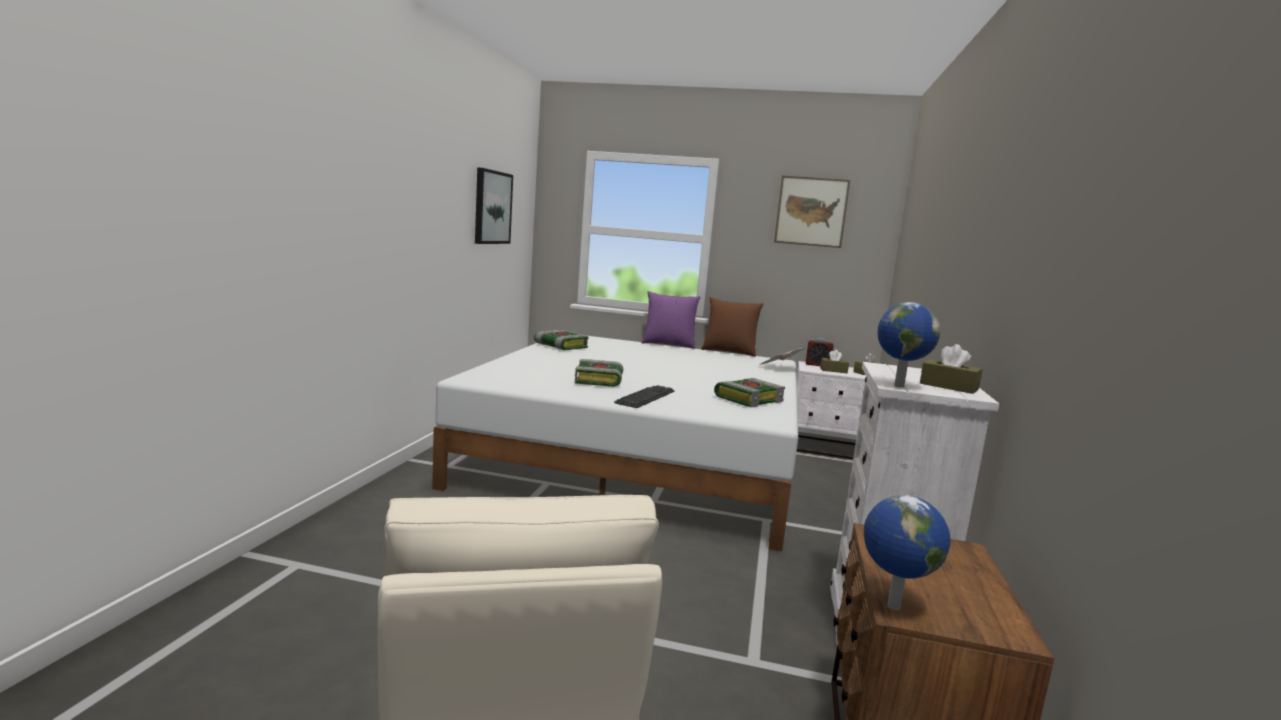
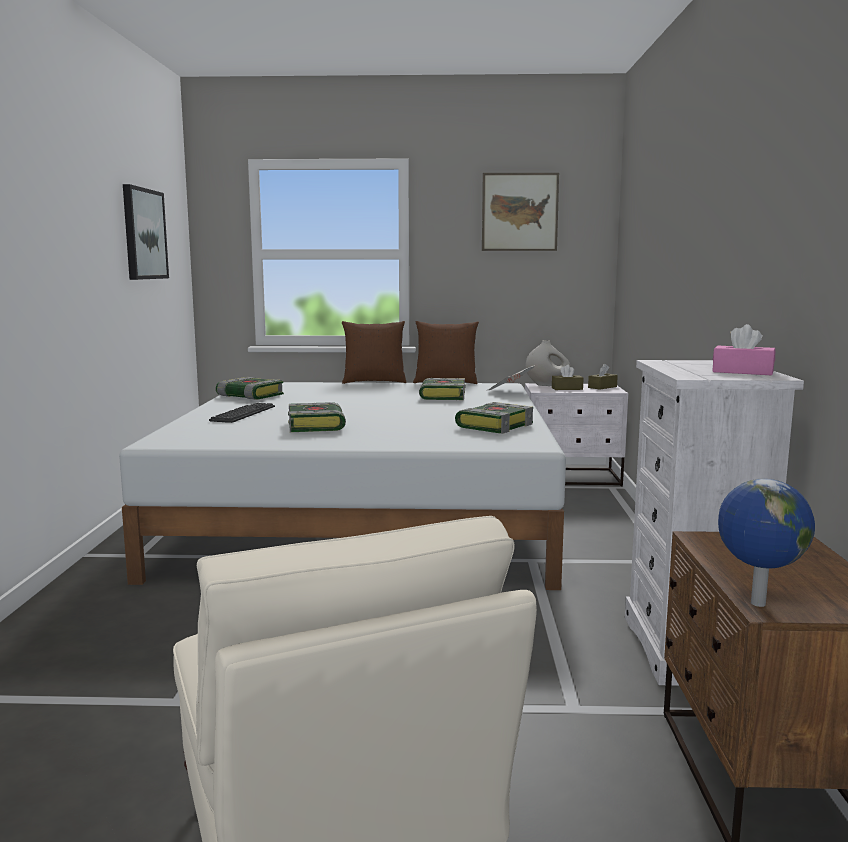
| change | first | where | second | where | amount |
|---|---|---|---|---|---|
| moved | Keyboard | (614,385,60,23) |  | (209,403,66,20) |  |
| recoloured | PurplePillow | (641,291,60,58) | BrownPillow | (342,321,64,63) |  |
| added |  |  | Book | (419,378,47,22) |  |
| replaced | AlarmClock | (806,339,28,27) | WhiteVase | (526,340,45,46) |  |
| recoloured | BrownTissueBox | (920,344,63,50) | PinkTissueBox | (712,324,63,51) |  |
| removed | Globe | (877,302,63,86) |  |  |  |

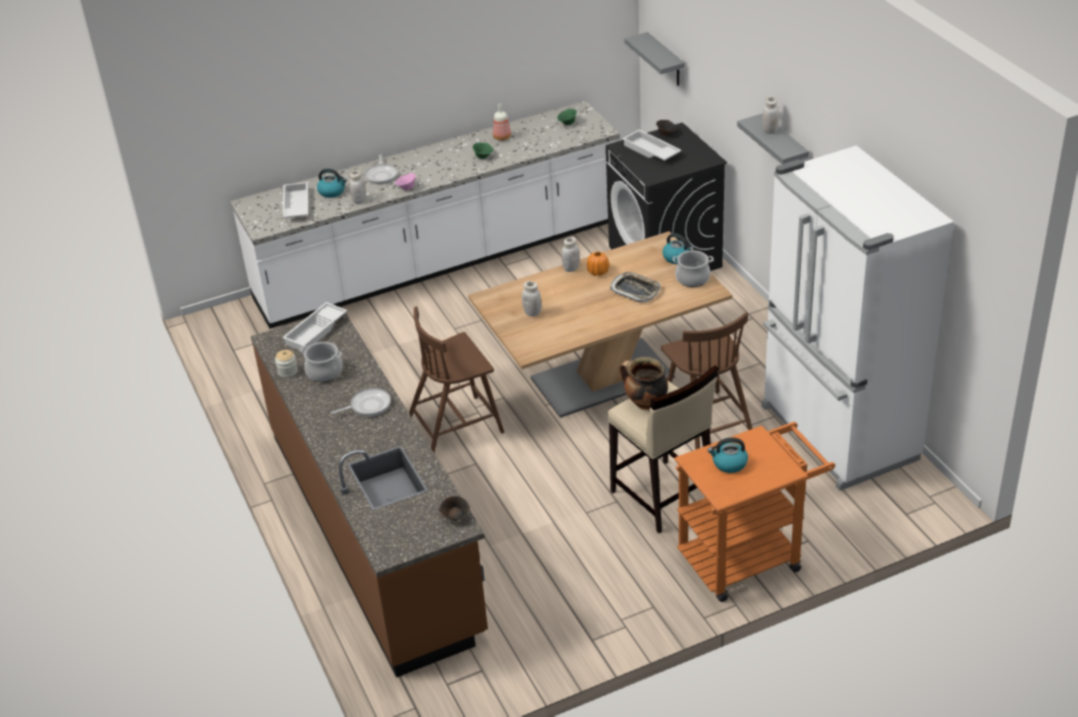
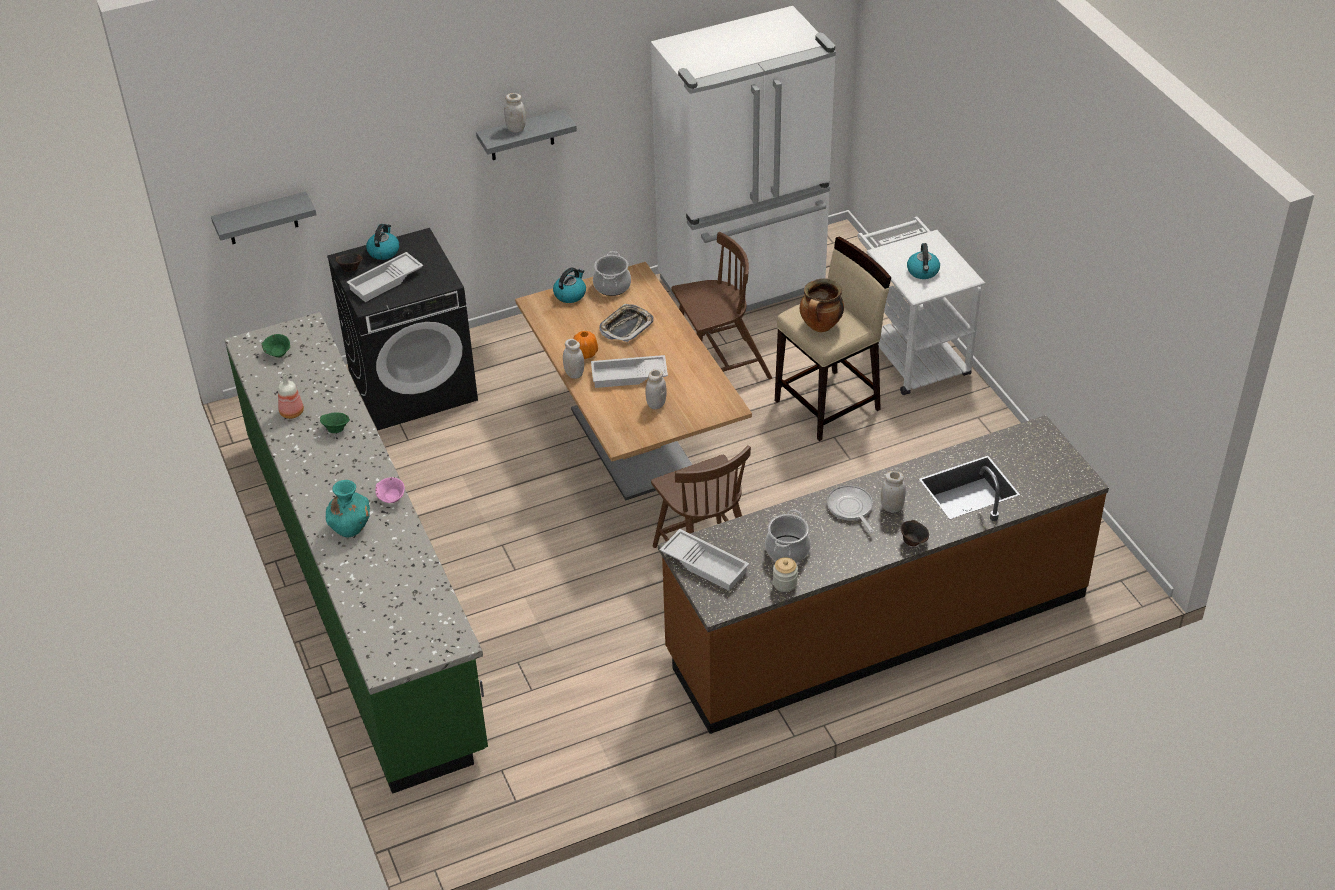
| change | first | where | second | where | amount |
|---|---|---|---|---|---|
| recoloured | WhiteCounter | (230,101,390,228) | GreenCounter | (224,312,264,482) |  |
| replaced | FryingPan | (365,154,33,30) | TurquoiseVase | (326,480,44,57) |  |
| moved | Kettle | (317,169,30,29) |  | (366,224,33,36) |  |
| moved | WhiteTray | (283,182,25,36) |  | (591,355,77,33) |  |
| recoloured | OrangeCart | (674,422,161,180) | WhiteCart | (858,216,127,179) |  |
| moved | WhiteJar | (350,170,16,34) |  | (881,471,25,42) |  |
| moved | BrownBowl | (439,496,31,25) |  | (900,520,29,27) |  |

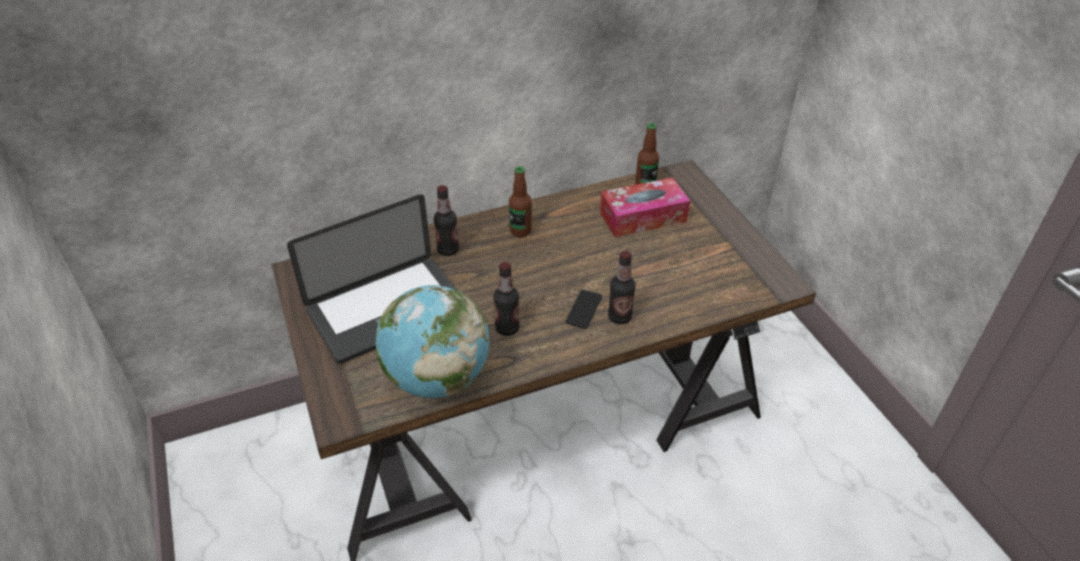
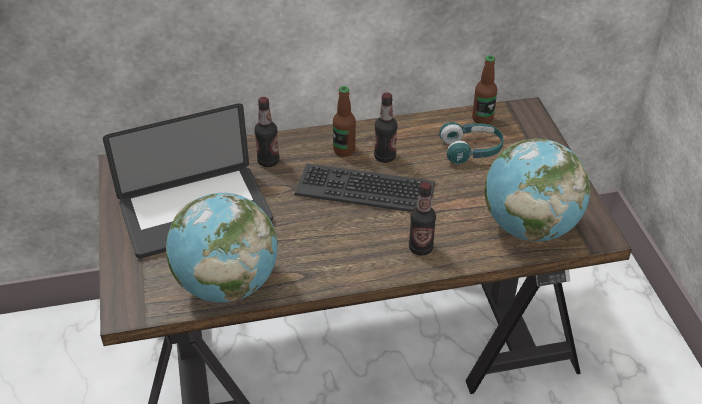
| change | first | where | second | where | amount |
|---|---|---|---|---|---|
| added |  |  | Keyboard | (294,163,141,49) |  |
| moved | Bottle | (493,262,27,74) |  | (374,92,23,71) |  |
| replaced | TissueBox | (600,177,90,60) | TurquoiseHeadphones | (439,122,65,42) |  |
| added |  |  | Globe | (484,139,106,102) |  |
| removed | Phone | (565,290,37,39) |  |  |  |

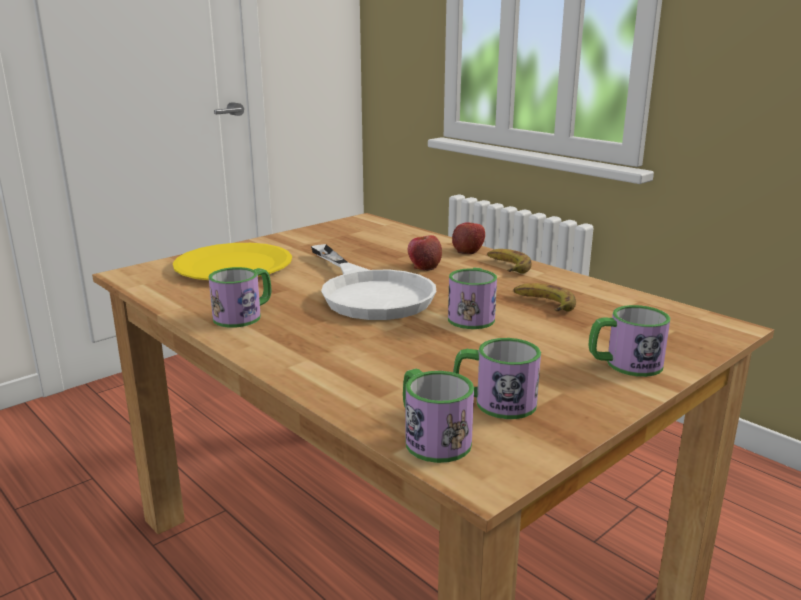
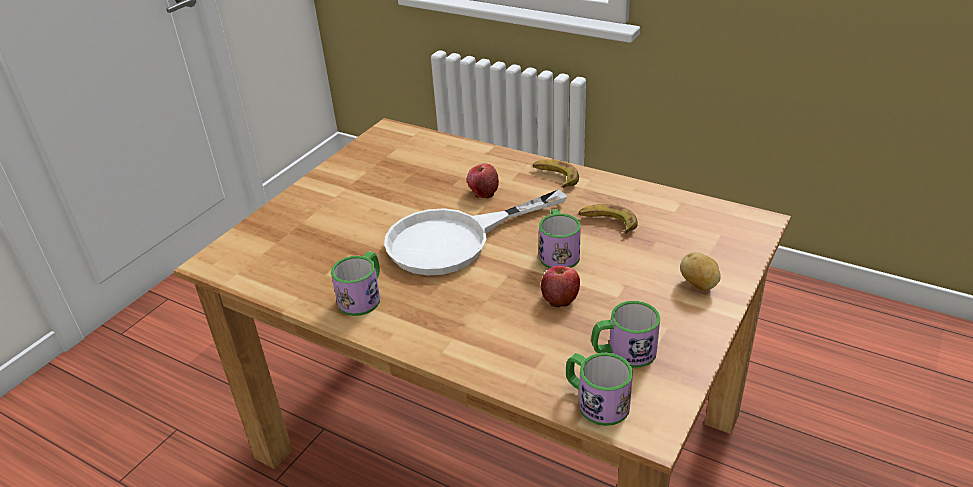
| change | first | where | second | where | amount |
|---|---|---|---|---|---|
| turned | WhiteFryingPan | (311,244,125,76) |  | (384,190,183,85) | 105 degrees clockwise |
| moved | Apple | (452,222,33,32) |  | (541,266,39,41) |  |
| replaced | Mug | (589,305,81,72) | Potato | (680,252,41,39) |  |
| removed | YellowPlate | (173,243,119,37) |  |  |  |

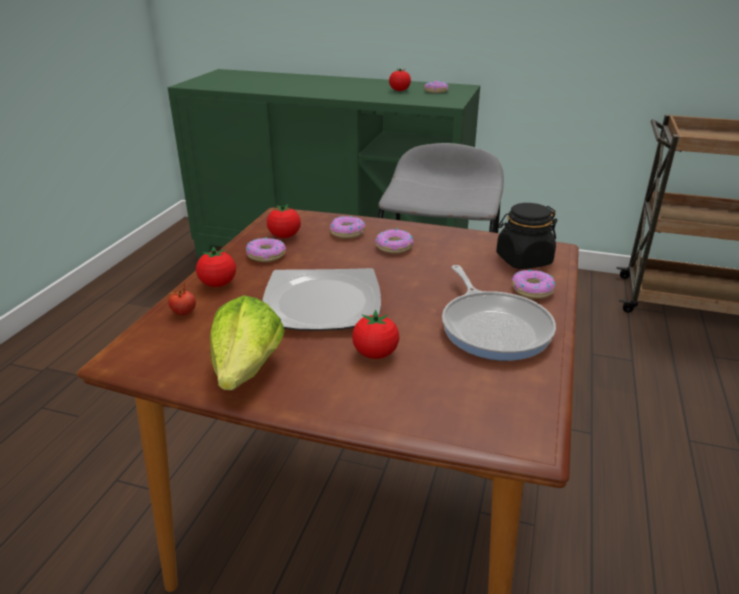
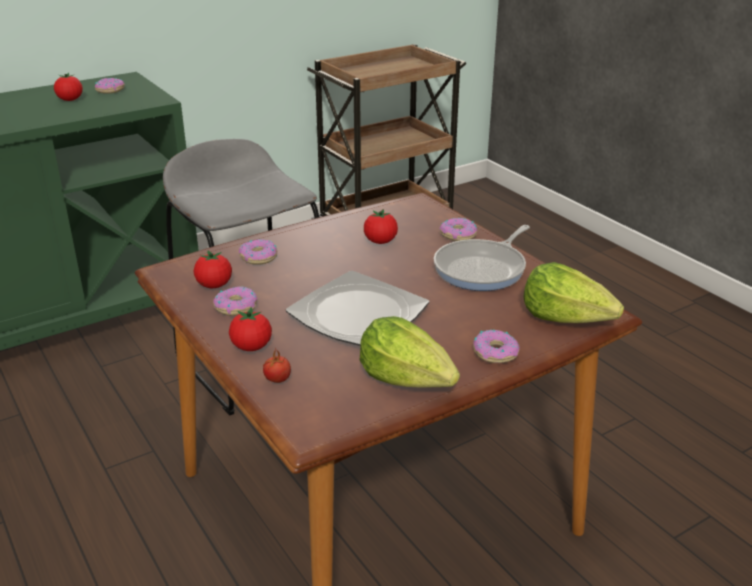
| change | first | where | second | where | amount |
|---|---|---|---|---|---|
| moved | Tomato | (352,310,47,49) |  | (364,209,34,35) |  |
| turned | FryingPan | (442,265,114,96) |  | (434,225,96,66) | 105 degrees clockwise |
| moved | Donut | (375,229,38,25) |  | (473,329,47,34) |  |
| added |  |  | Lettuce | (523,262,101,61) |  |
| removed | BlackJar | (496,203,61,66) |  |  |  |

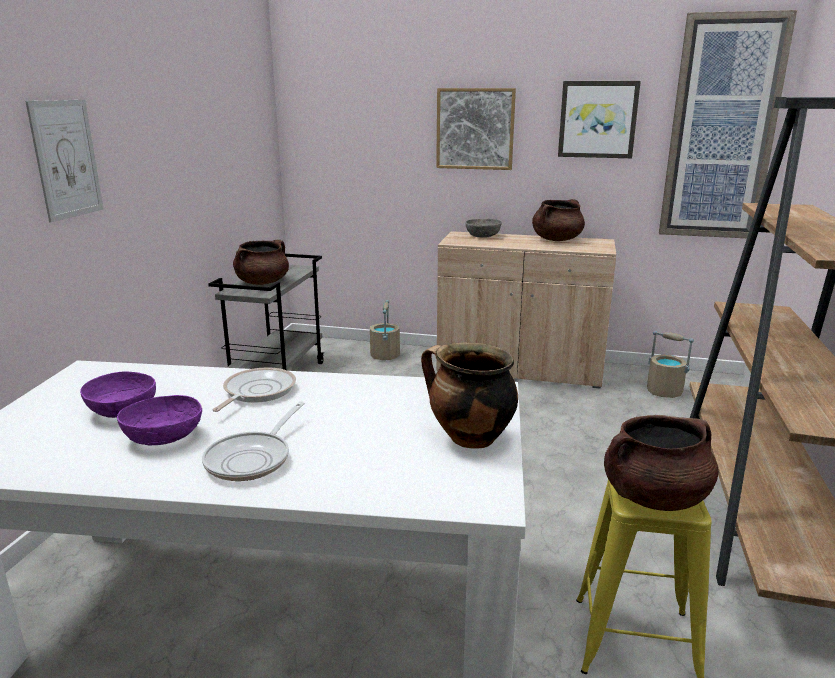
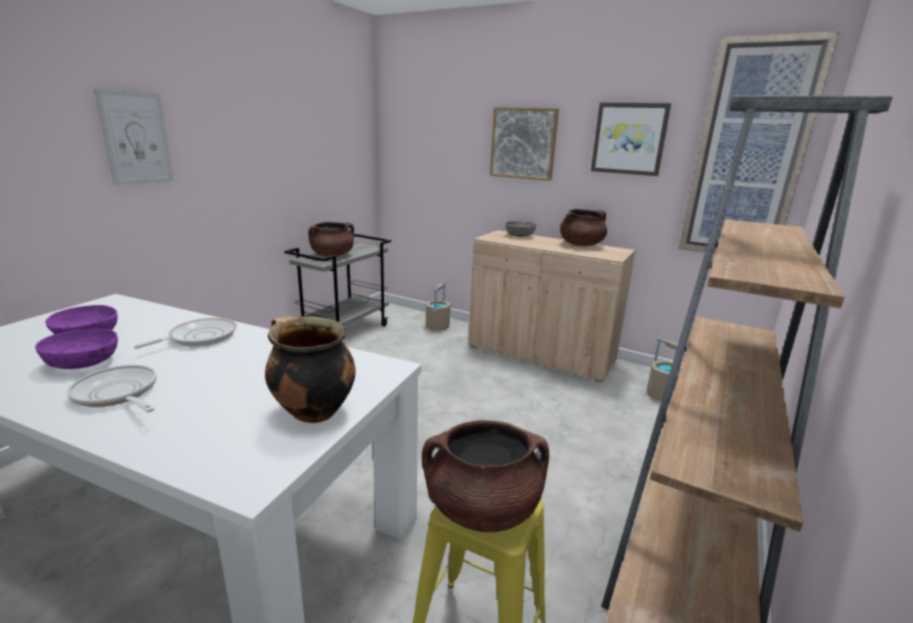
| change | first | where | second | where | amount |
|---|---|---|---|---|---|
| turned | FryingPan | (202,402,103,79) |  | (67,365,90,47) | 90 degrees clockwise |

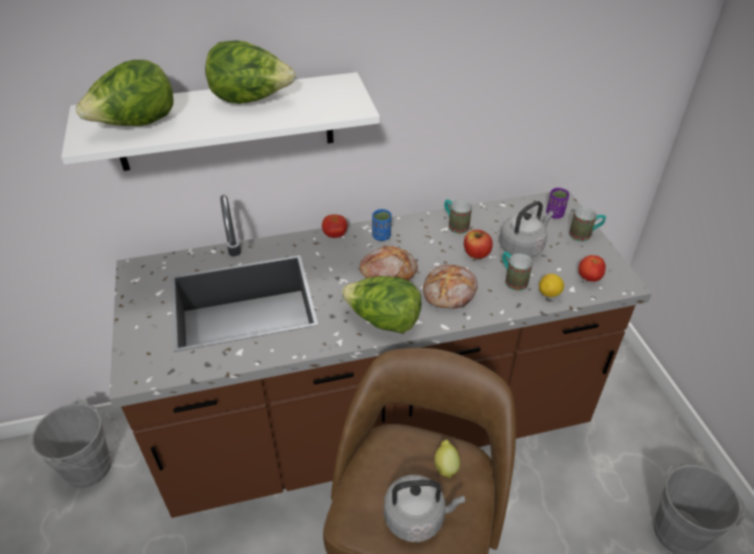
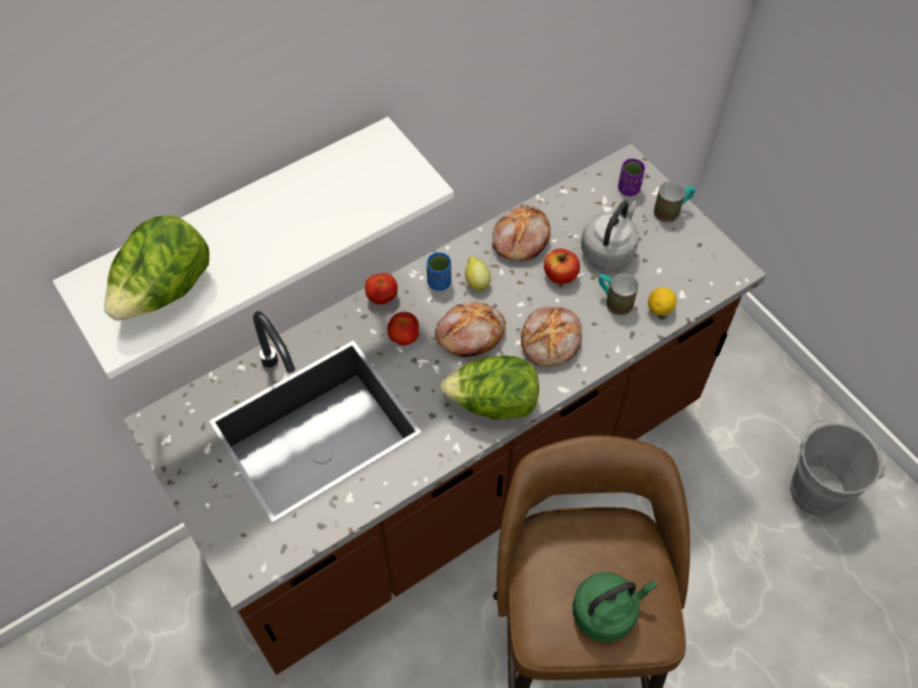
| change | first | where | second | where | amount |
|---|---|---|---|---|---|
| moved | Tomato | (578,255,28,27) |  | (388,312,31,33) |  |
| moved | Lemon | (434,440,26,38) |  | (465,256,26,35) |  |
| replaced | Mug | (444,199,28,35) | Bread | (492,205,58,56) |  |
| recoloured | GreyKettle | (384,475,81,67) | GreenKettle | (573,572,85,70) |  |
| removed | GreyBucket | (31,398,87,91) |  |  |  |
| removed | Lettuce | (205,40,90,64) |  |  |  |

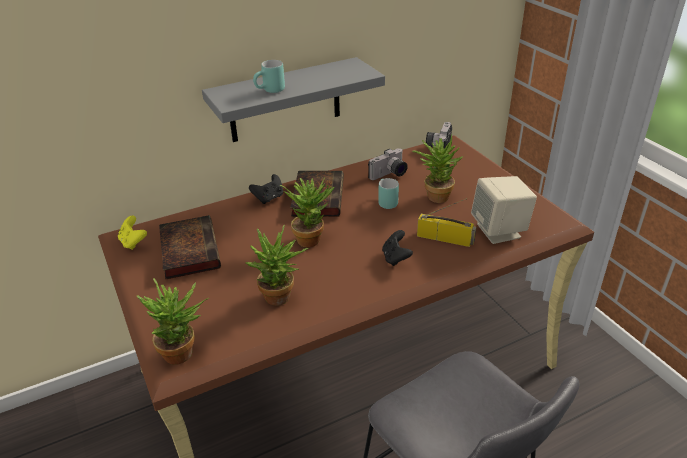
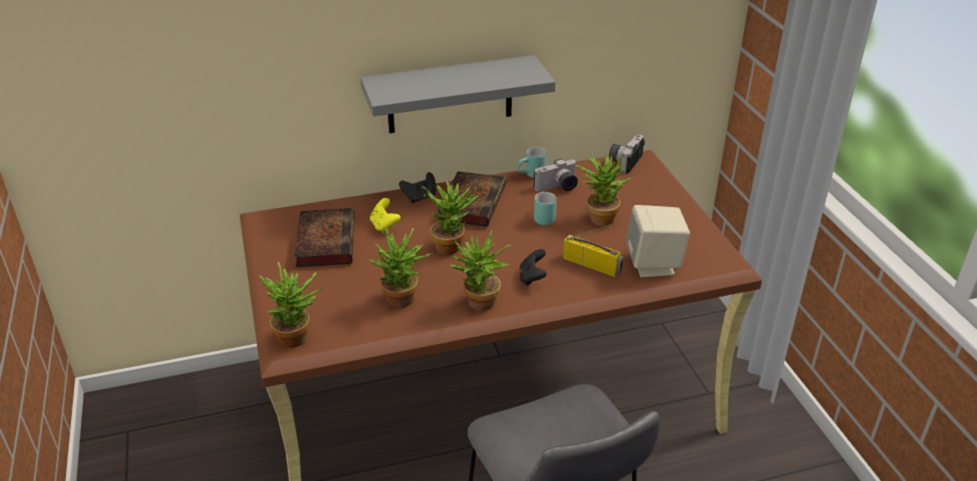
| change | first | where | second | where | amount |
|---|---|---|---|---|---|
| moved | YellowGameController | (118,216,29,34) |  | (370,198,30,35) |  |
| added |  |  | PottedPlant | (450,230,61,81) |  |
| moved | TurquoiseMug | (253,60,32,33) |  | (517,147,30,31) |  |

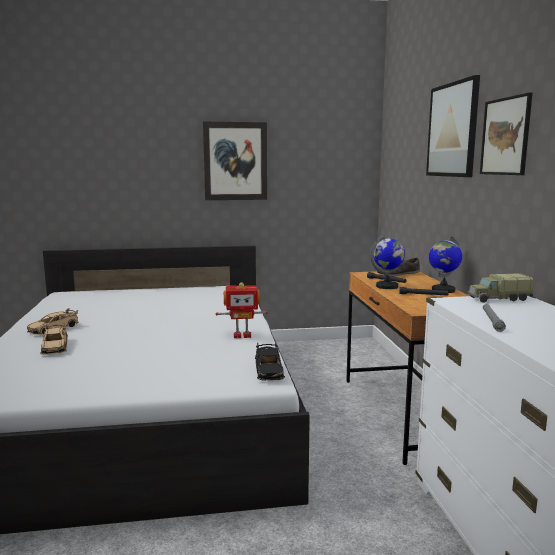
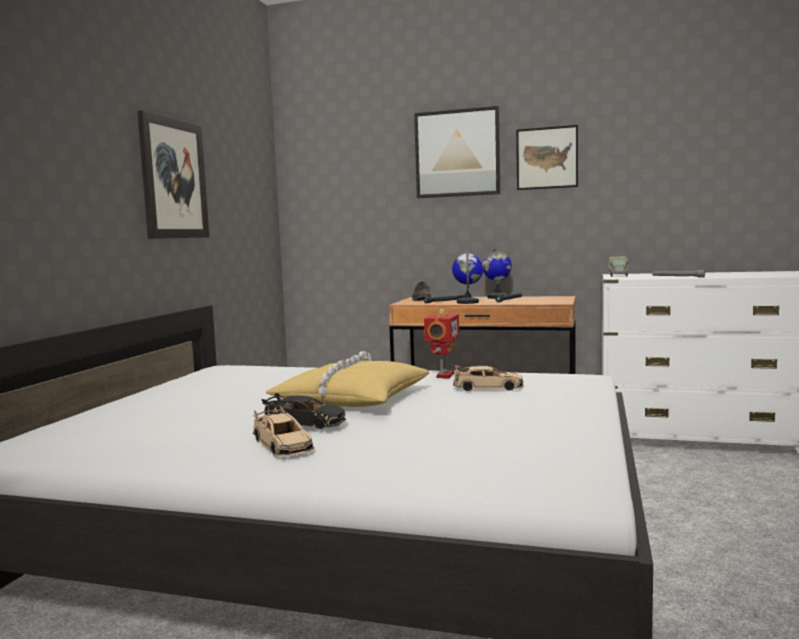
| change | first | where | second | where | amount |
|---|---|---|---|---|---|
| moved | BlackToyCar | (255,342,30,39) |  | (261,393,85,36) |  |
| added |  |  | YellowPillow | (265,351,164,56) |  |
| moved | BeigeToyCar | (40,323,28,32) |  | (453,365,71,26) |  |

